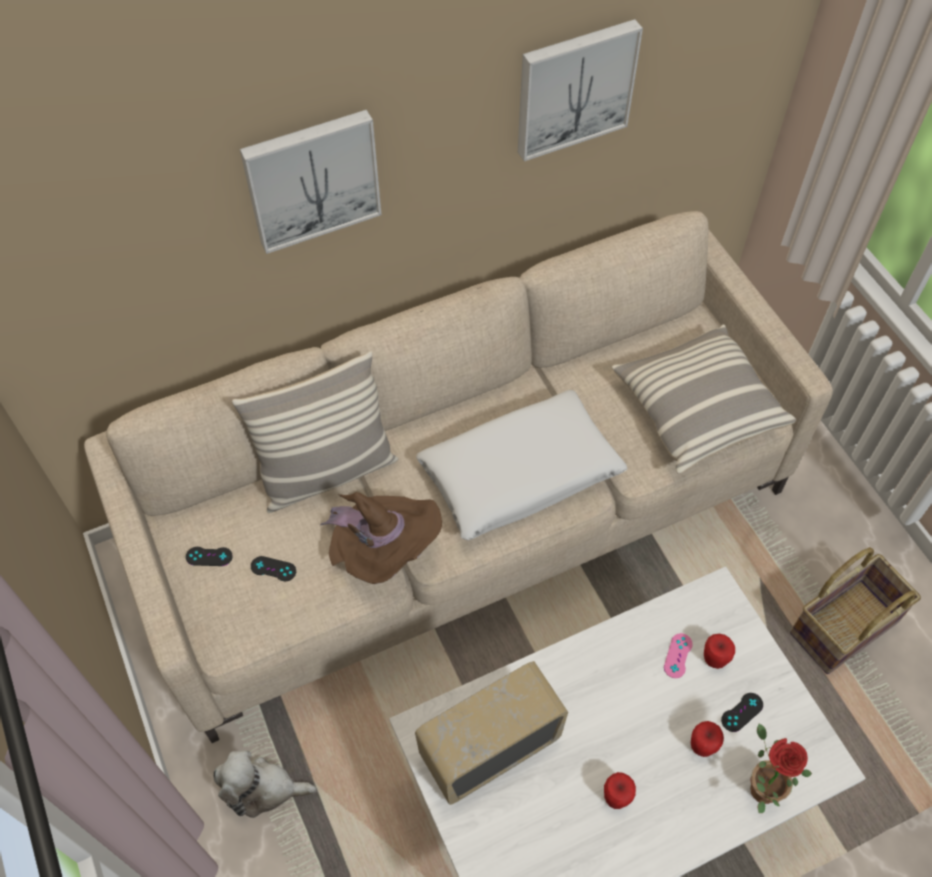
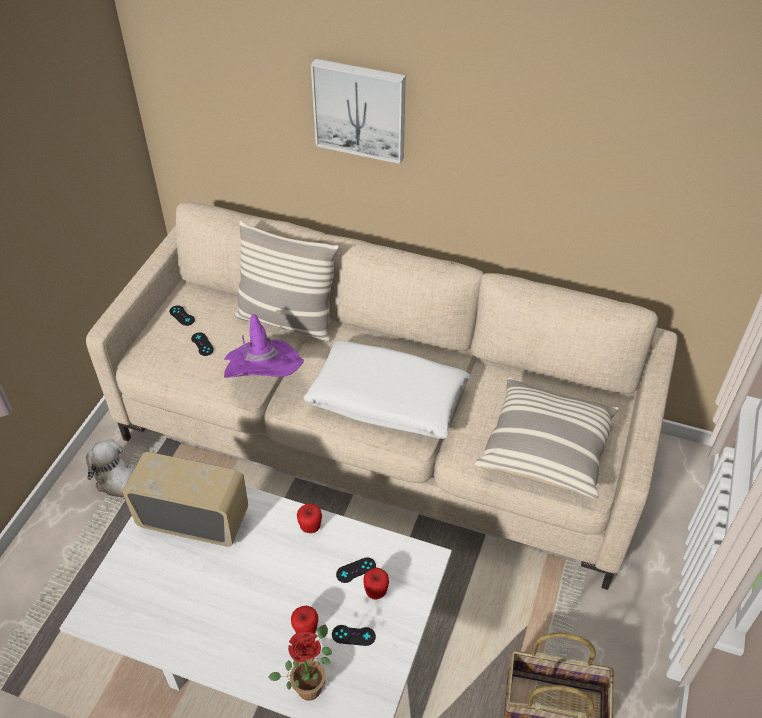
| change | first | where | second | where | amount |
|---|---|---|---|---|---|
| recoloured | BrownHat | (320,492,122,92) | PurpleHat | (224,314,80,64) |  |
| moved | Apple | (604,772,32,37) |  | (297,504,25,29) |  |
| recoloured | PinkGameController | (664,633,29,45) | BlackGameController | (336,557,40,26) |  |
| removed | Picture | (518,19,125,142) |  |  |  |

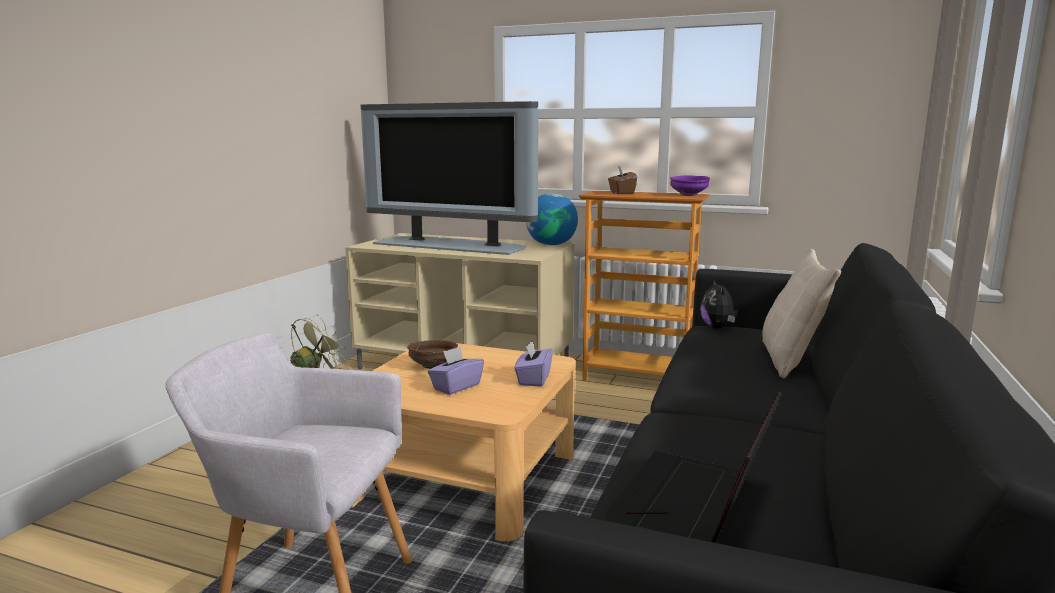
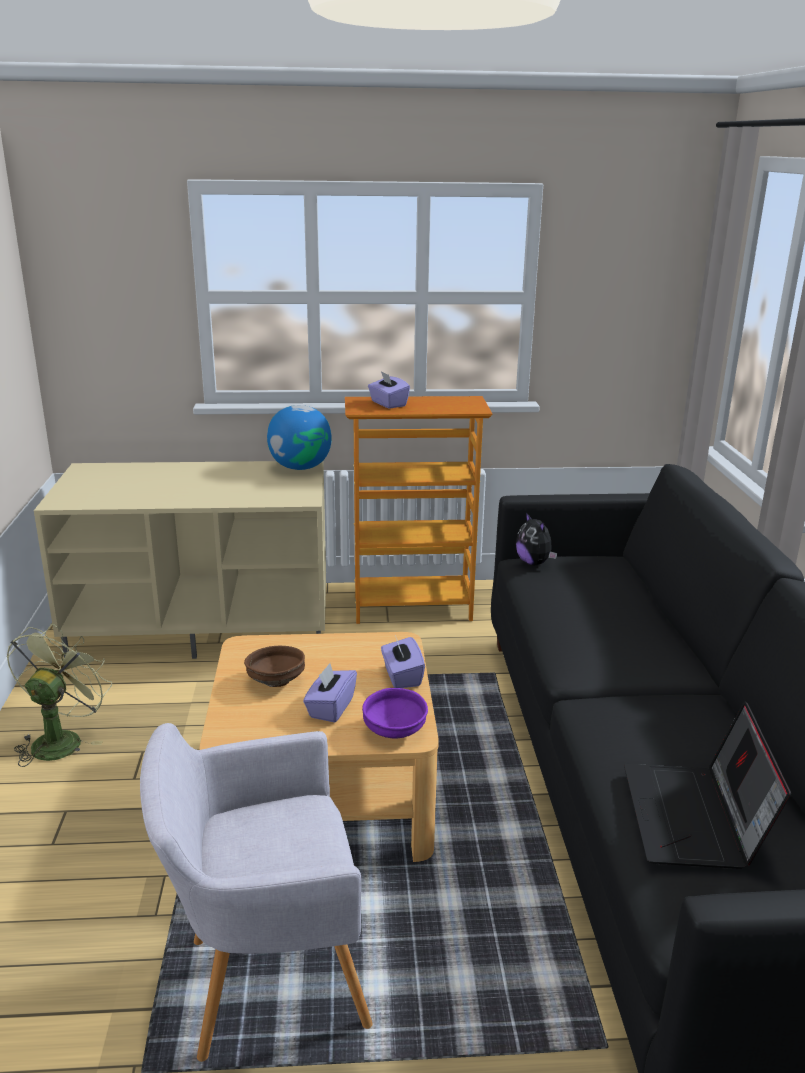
| change | first | where | second | where | amount |
|---|---|---|---|---|---|
| moved | PurpleBowl | (670,175,40,21) |  | (362,688,66,50) |  |
| recoloured | BrownTissueBox | (608,166,29,28) | PurpleTissueBox | (368,371,42,38) |  |
| removed | Television | (360,101,178,154) |  |  |  |
| removed | BeigePillow | (762,248,79,130) |  |  |  |

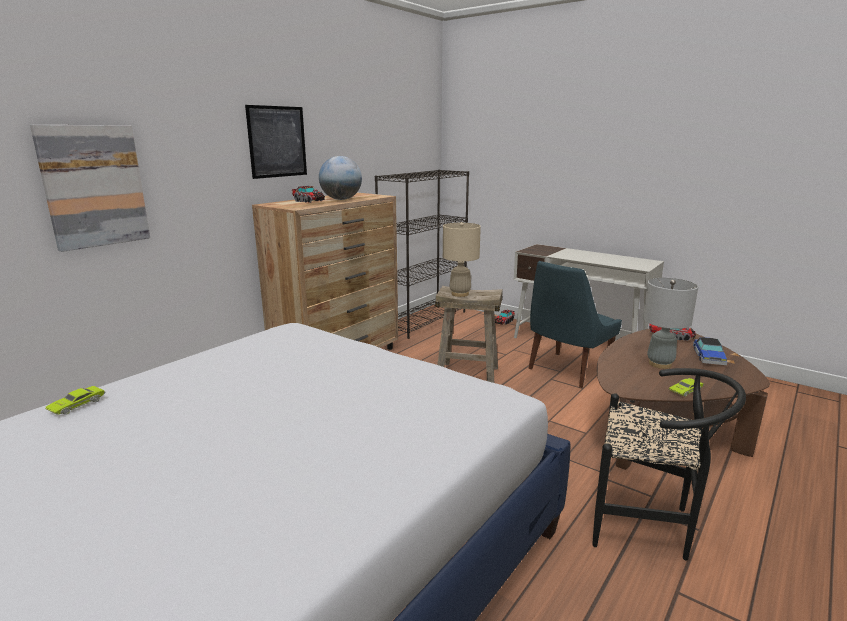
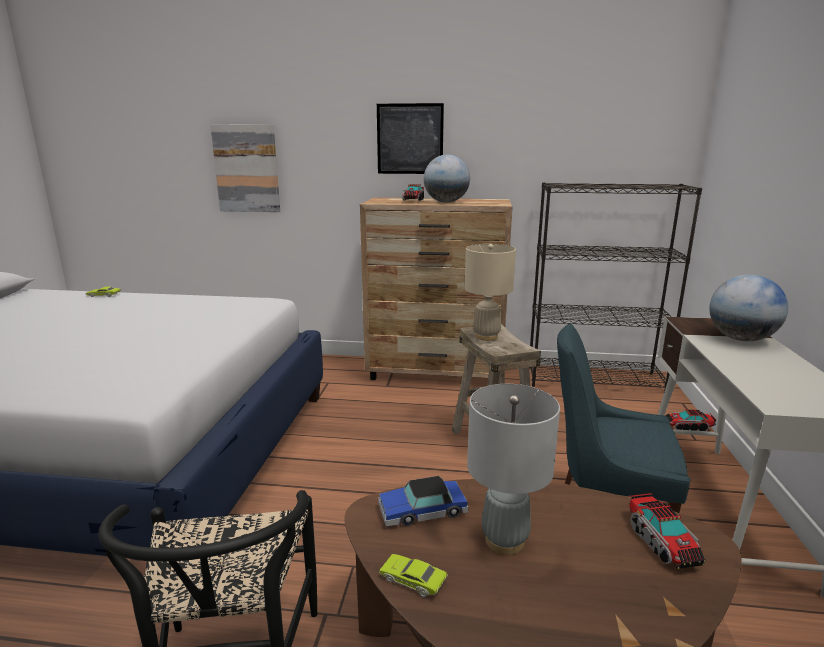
| change | first | where | second | where | amount |
|---|---|---|---|---|---|
| moved | ToyCar | (693,337,34,28) |  | (378,476,91,50) |  |
| added |  |  | Globe | (709,275,79,66) |  |

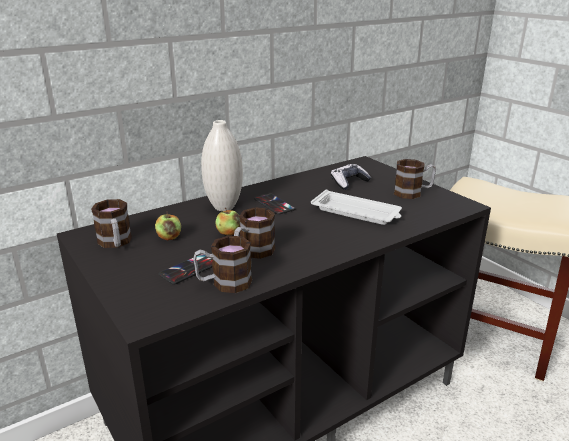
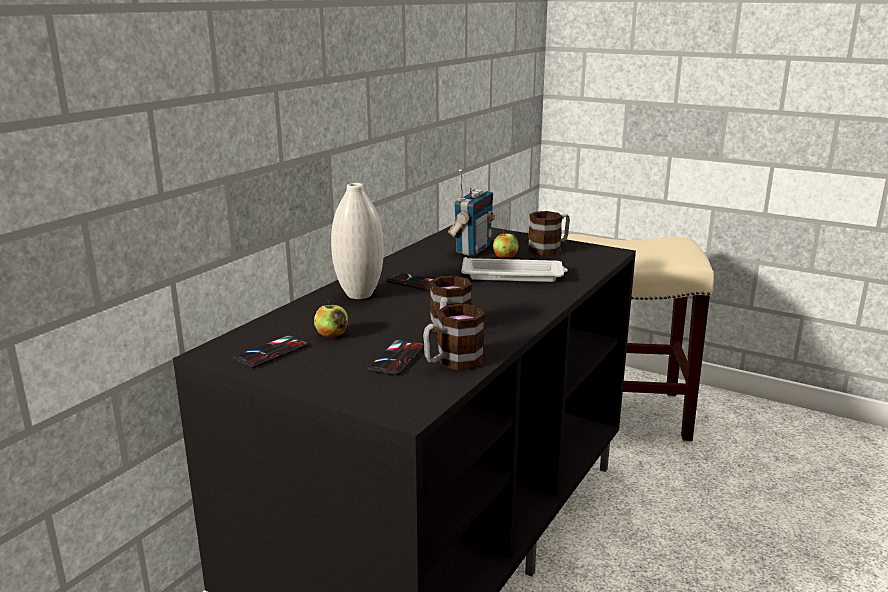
| change | first | where | second | where | amount |
|---|---|---|---|---|---|
| replaced | Mug | (91,199,41,49) | Phone | (233,335,75,33) |  |
| replaced | GameController | (331,164,40,26) | Radio | (448,169,47,87) |  |
| moved | Apple | (215,208,25,28) |  | (493,230,26,29) |  |

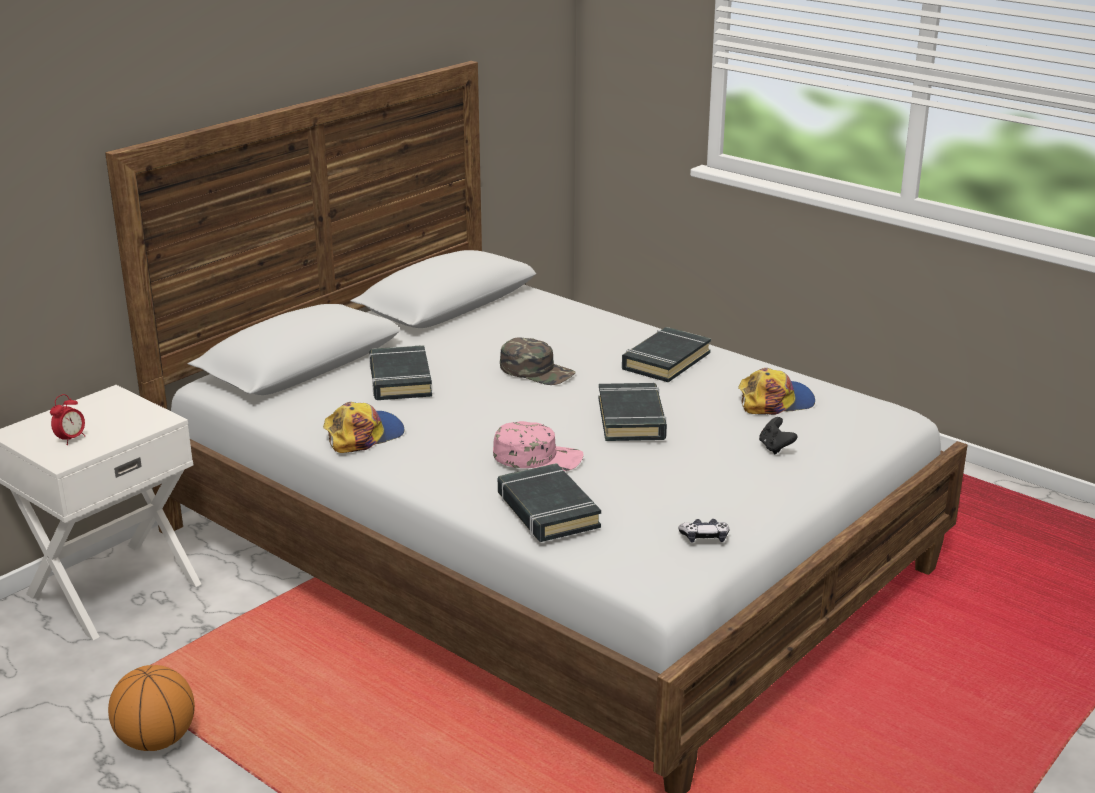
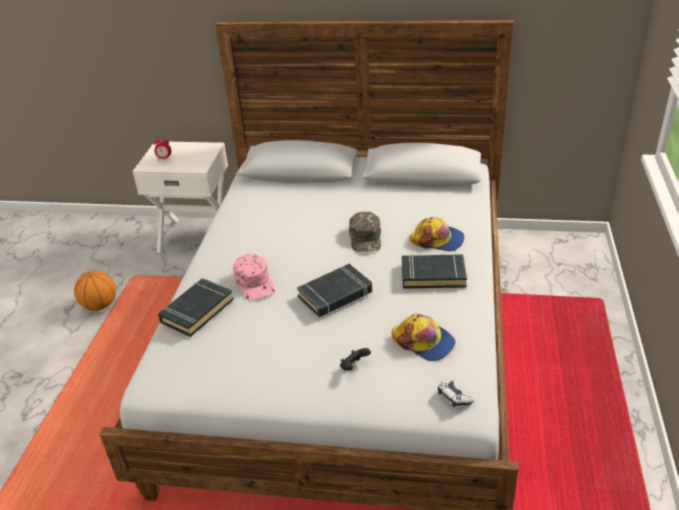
| change | first | where | second | where | amount |
|---|---|---|---|---|---|
| moved | Cap | (323,402,82,51) |  | (410,217,54,34) |  |
| moved | GameController | (679,519,50,24) |  | (438,380,36,27) |  |
| removed | BlackBook | (369,345,63,55) |  |  |  |

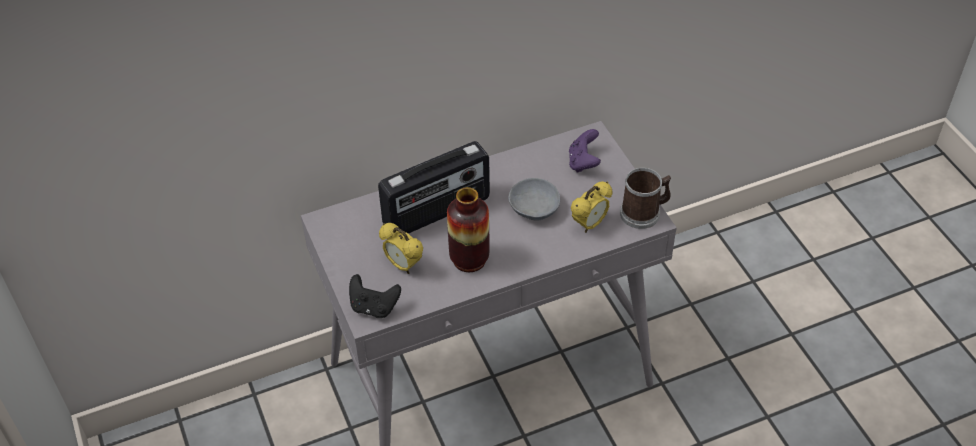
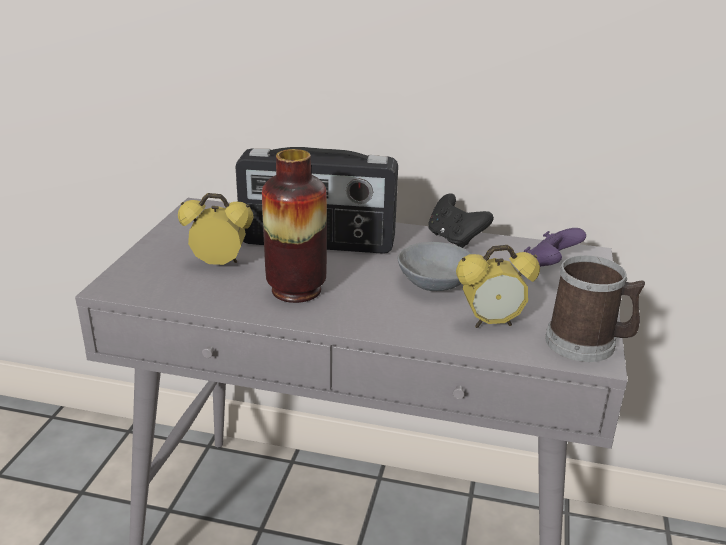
| change | first | where | second | where | amount |
|---|---|---|---|---|---|
| turned | AlarmClock | (379,223,44,51) |  | (178,193,75,72) | 105 degrees clockwise |
| moved | BlackGameController | (349,274,52,44) |  | (428,193,66,55) |  |

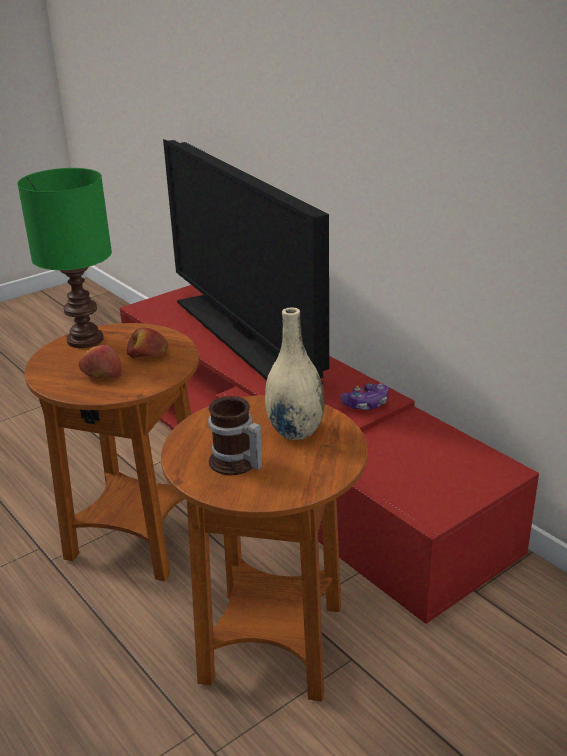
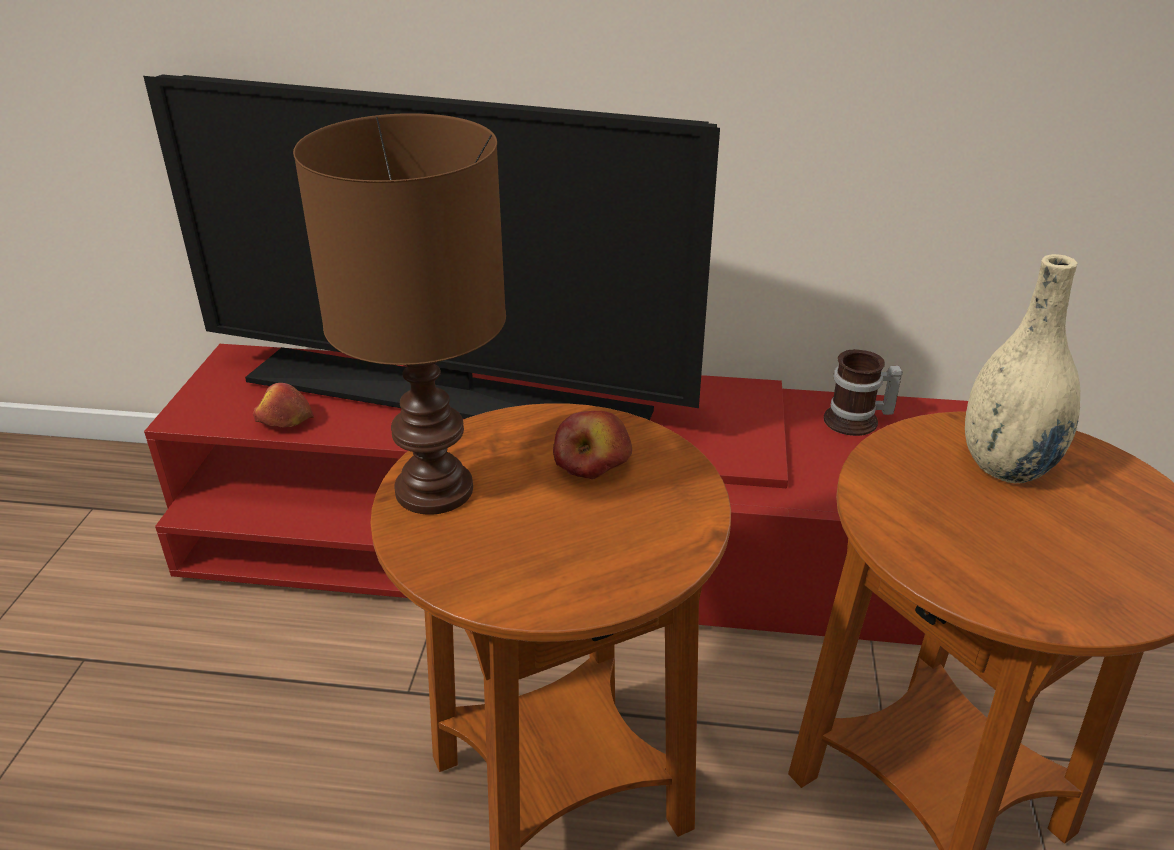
| change | first | where | second | where | amount |
|---|---|---|---|---|---|
| moved | Apple | (79,345,43,34) |  | (253,383,61,44) |  |
| recoloured | GreenTableLamp | (17,168,95,180) | BrownTableLamp | (293,113,213,402) |  |
| moved | Mug | (208,396,54,79) |  | (824,349,79,87) |  |
| removed | GameController | (341,383,48,27) |  |  |  |

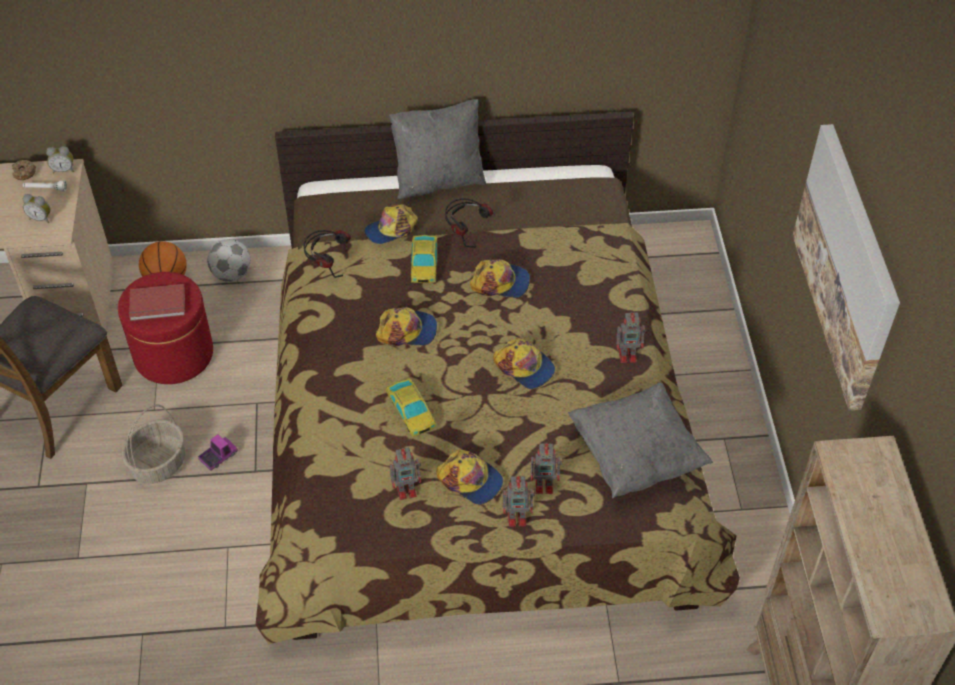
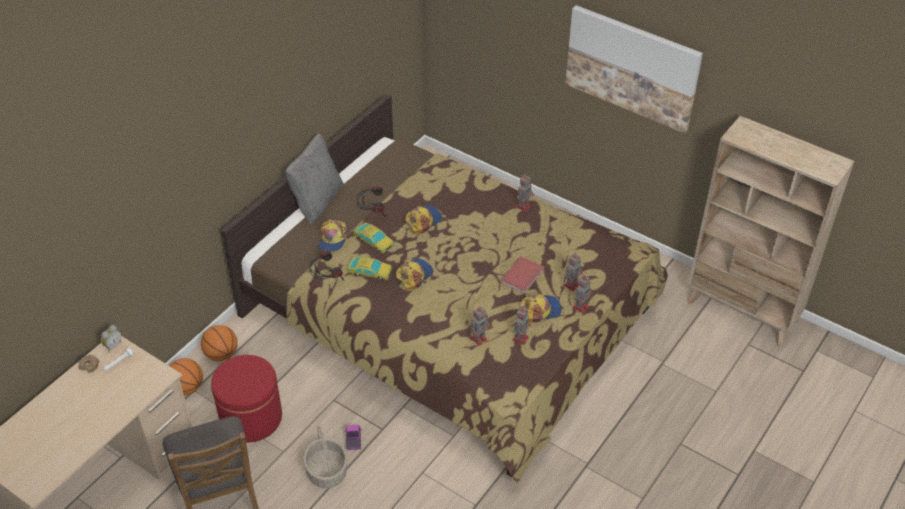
| change | first | where | second | where | amount |
|---|---|---|---|---|---|
| replaced | Football | (207,239,44,43) | Basketball | (201,325,37,36) |  |
| moved | ToyCar | (386,378,50,59) |  | (347,257,45,23) |  |
| added |  |  | ToyRobot | (470,306,20,40) |  |
| moved | RedBook | (129,284,56,37) |  | (500,256,44,38) |  |
| removed | AlarmClock | (23,194,28,29) |  |  |  |
| removed | Cap | (493,338,62,51) |  |  |  |
| removed | GreyPillow | (568,383,145,116) |  |  |  |

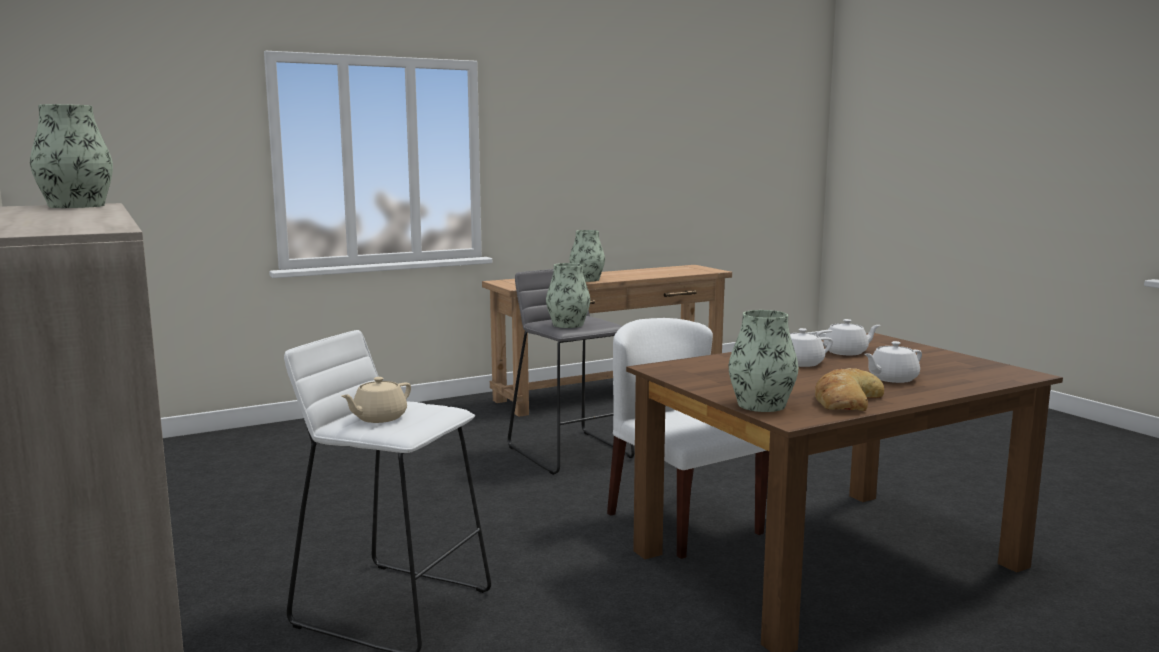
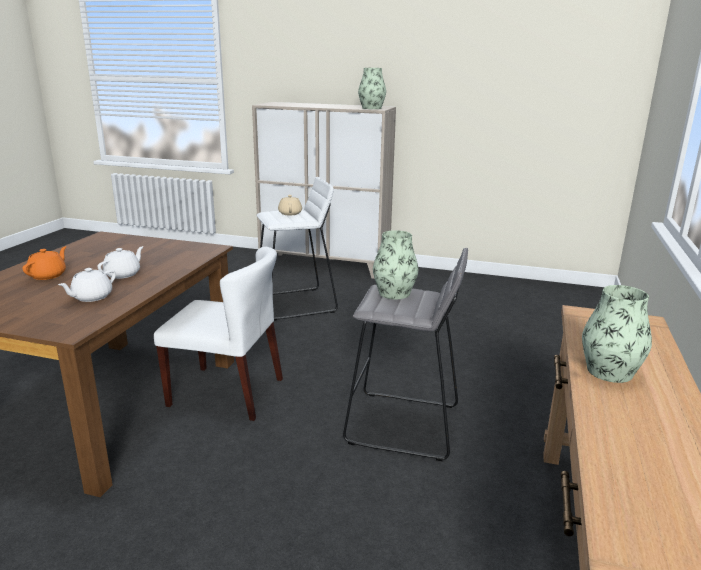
| change | first | where | second | where | amount |
|---|---|---|---|---|---|
| recoloured | WhiteTeapot | (865,341,57,42) | OrangeTeapot | (22,246,45,34) |  |
| removed | Vase | (729,310,69,102) |  |  |  |
| removed | Bread | (815,368,69,43) |  |  |  |

